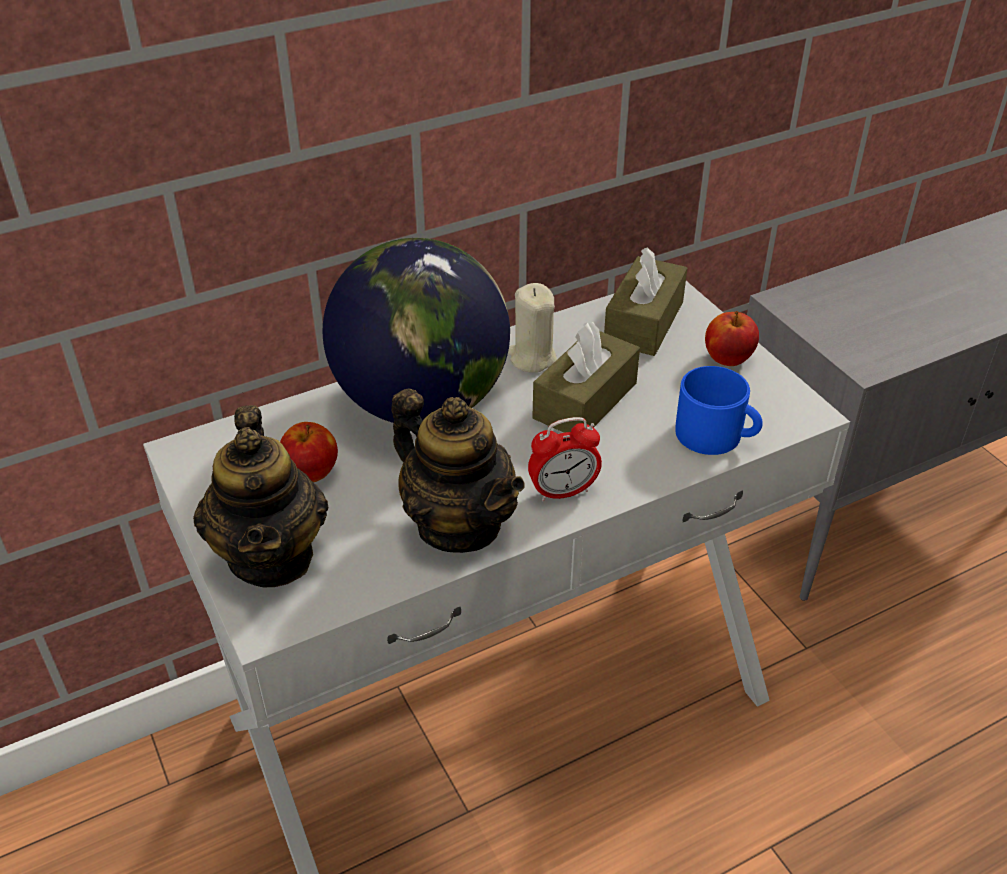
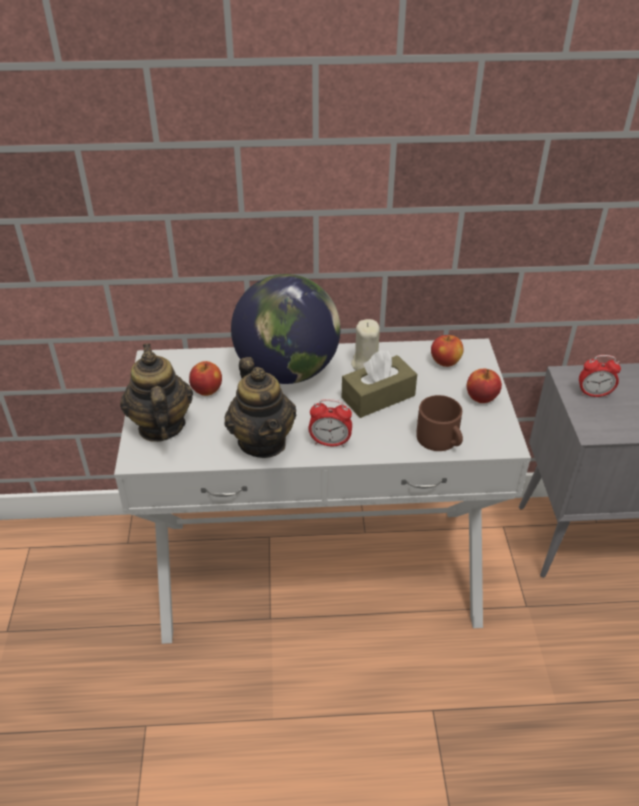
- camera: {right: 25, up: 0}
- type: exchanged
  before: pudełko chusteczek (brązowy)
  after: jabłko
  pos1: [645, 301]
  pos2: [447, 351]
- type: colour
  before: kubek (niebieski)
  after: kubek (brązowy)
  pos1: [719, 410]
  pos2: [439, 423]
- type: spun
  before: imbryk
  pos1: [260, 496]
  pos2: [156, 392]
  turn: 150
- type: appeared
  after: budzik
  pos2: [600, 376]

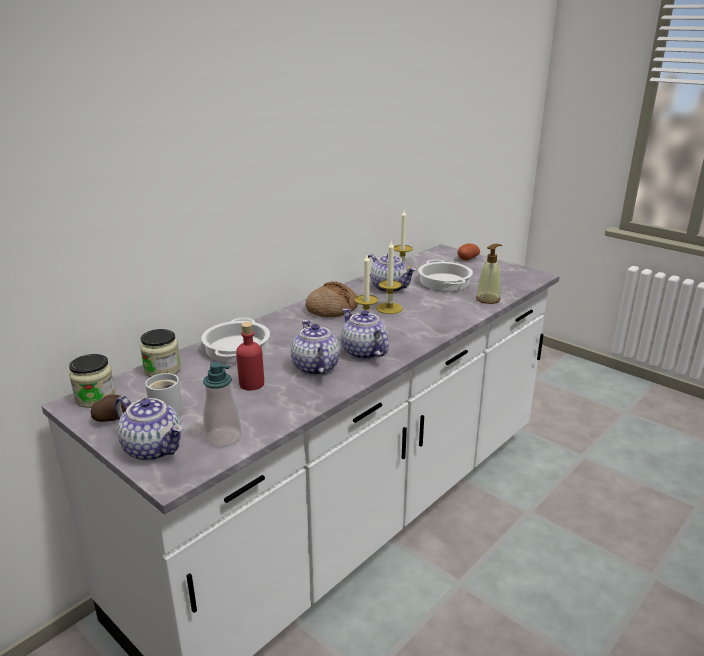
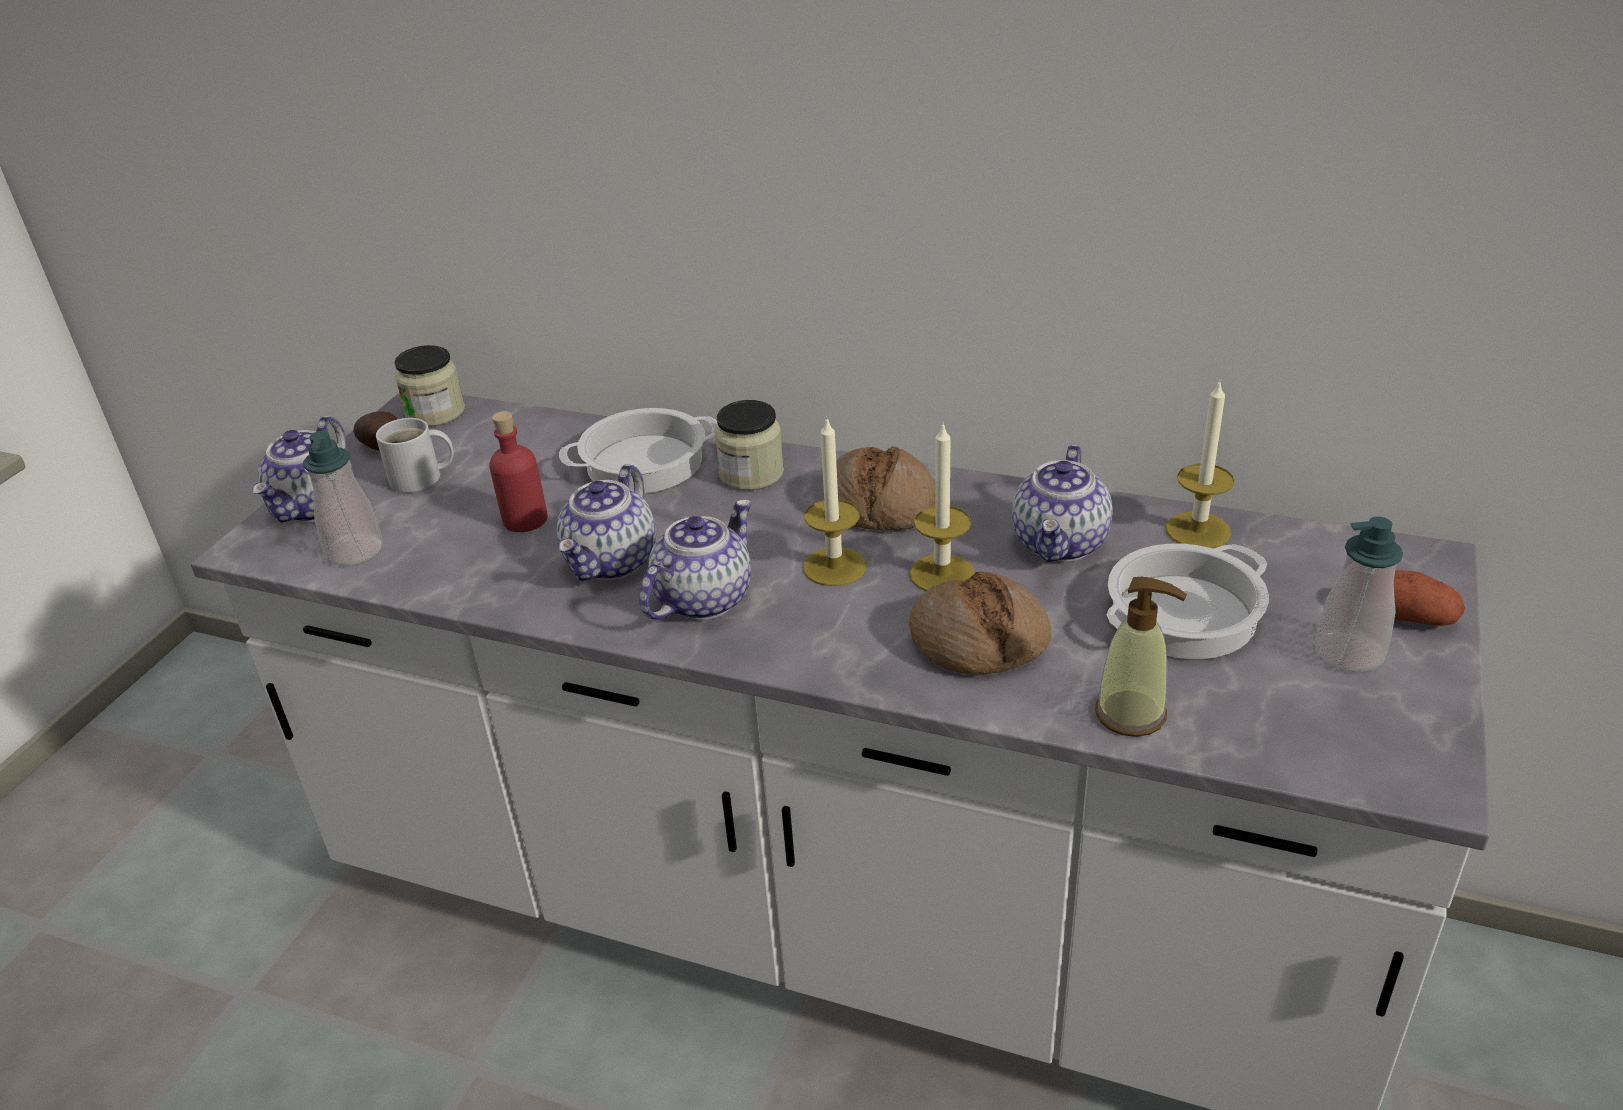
- camera: {right: 70, up: 10}
- type: spun
  before: imbryk
  pos1: [315, 348]
  pos2: [606, 522]
  turn: 150
- type: relocated
  before: słoik
  pos1: [160, 353]
  pos2: [749, 445]
- type: appeared
  after: dozownik mydła
  pos2: [1359, 594]
- type: appeared
  after: chleb
  pos2: [980, 623]

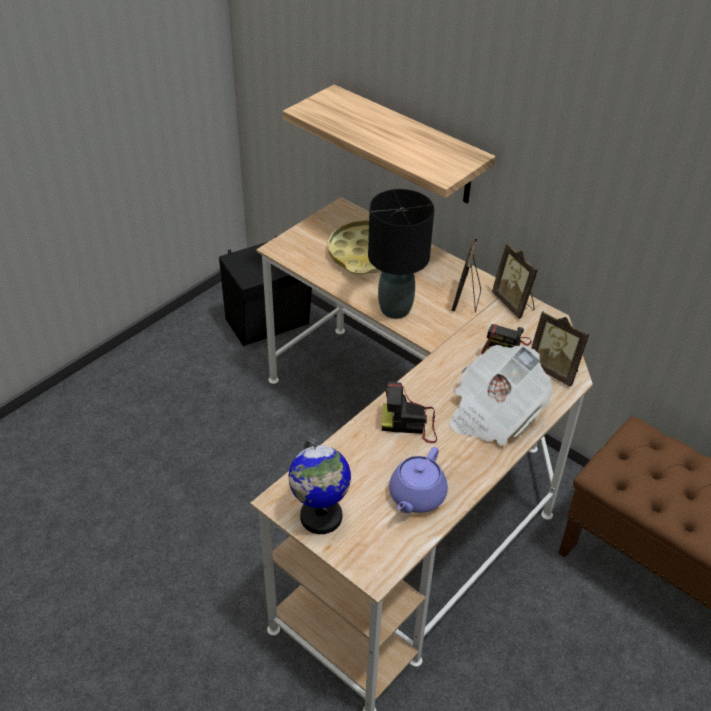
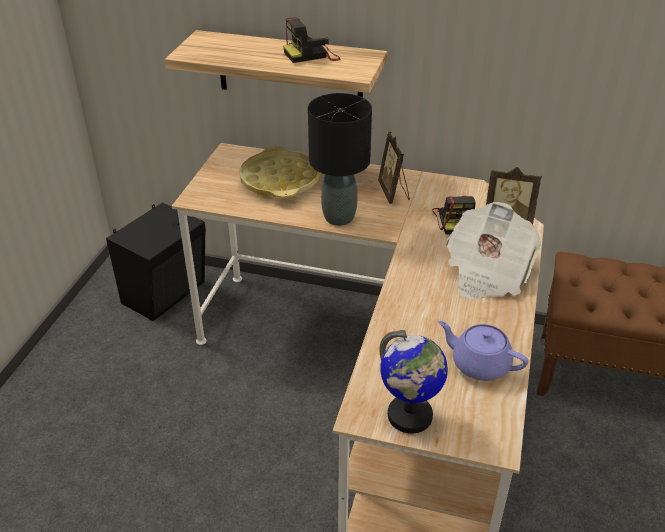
- camera: {right: -25, up: -5}
- type: missing
  before: ramka na zdjęcie
  pos1: [515, 281]
- type: relocated
  before: aparat fotograficzny
  pos1: [409, 412]
  pos2: [311, 40]
- type: spun
  before: imbryk (fioletowy)
  pos1: [418, 480]
  pos2: [483, 351]
  turn: 120

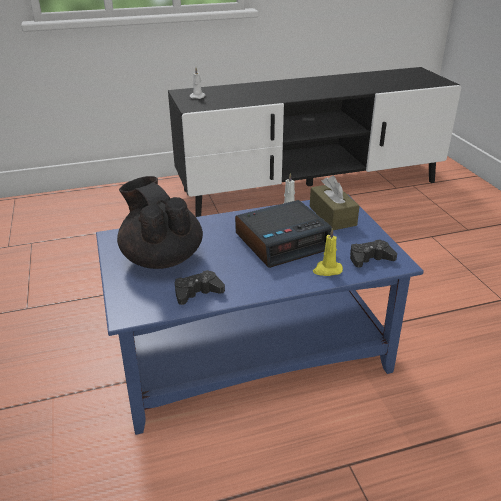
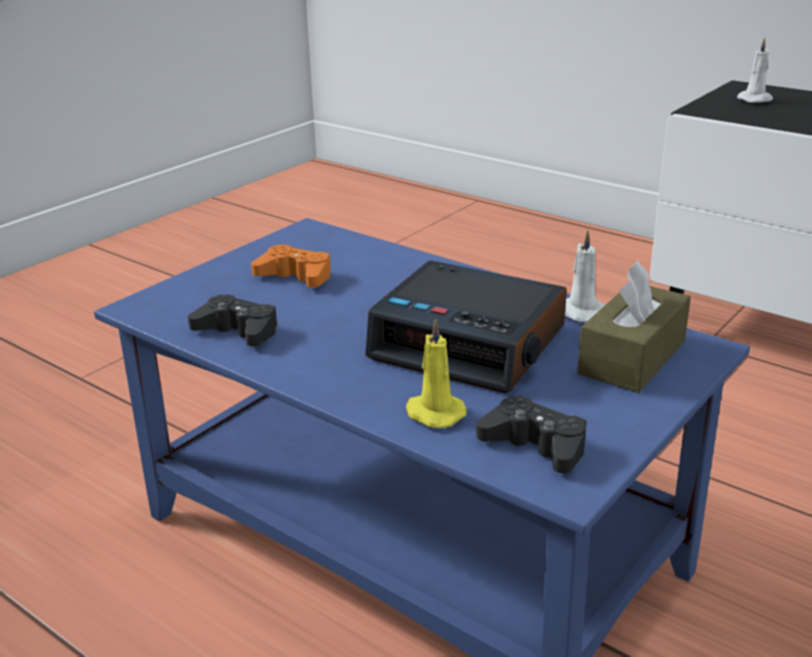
- camera: {right: 55, up: -5}
- type: exchanged
  before: imbryk (czarny)
  after: pad do gier (pomarańczowy)
  pos1: [160, 222]
  pos2: [291, 266]

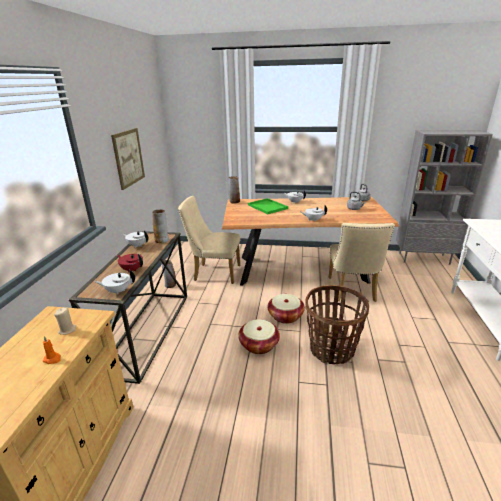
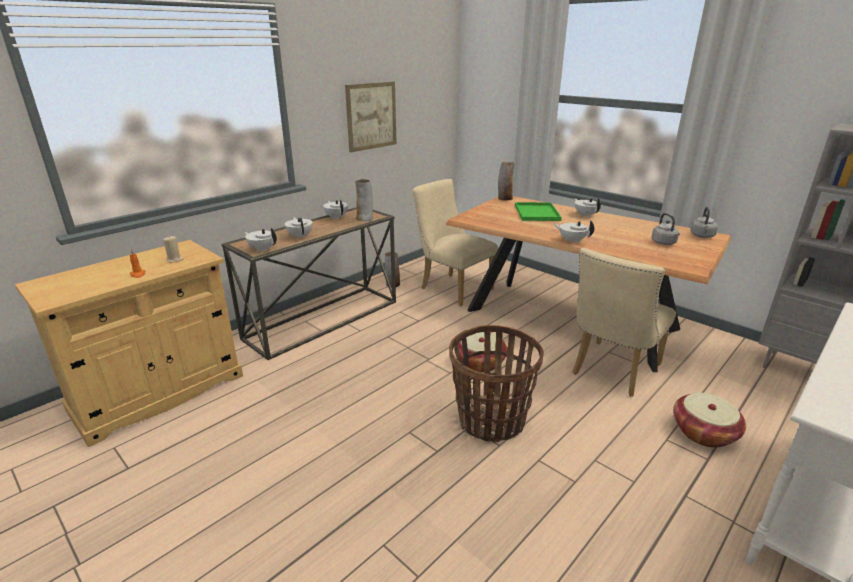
- camera: {right: 35, up: 0}
- type: colour
  before: imbryk (czerwony)
  after: imbryk (biały)
  pos1: [130, 263]
  pos2: [299, 228]
- type: relocated
  before: koszyk
  pos1: [259, 337]
  pos2: [709, 420]

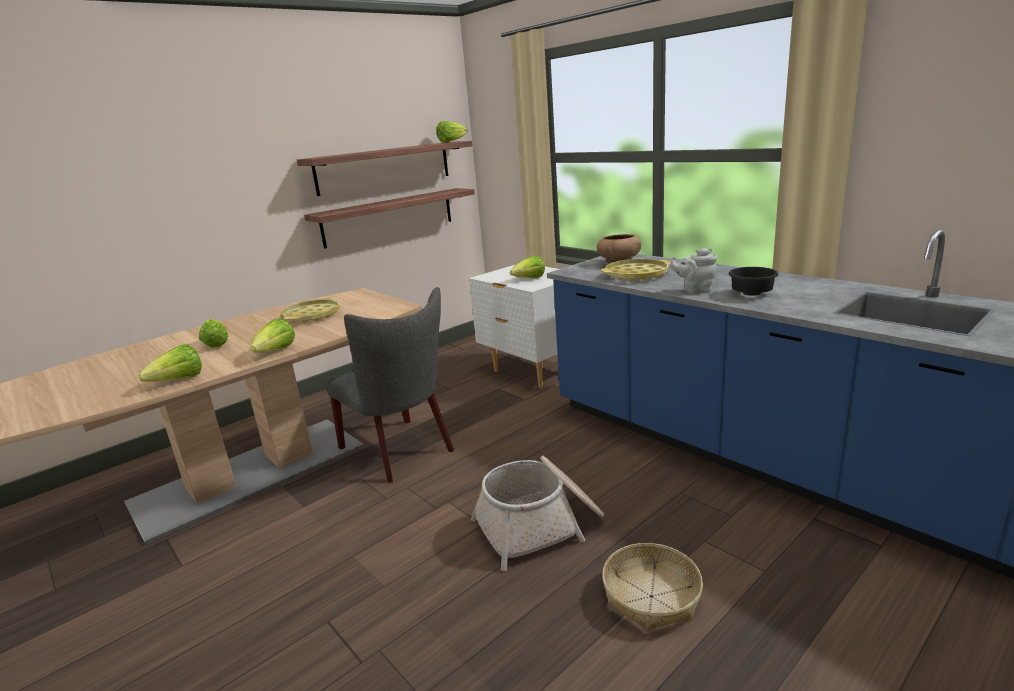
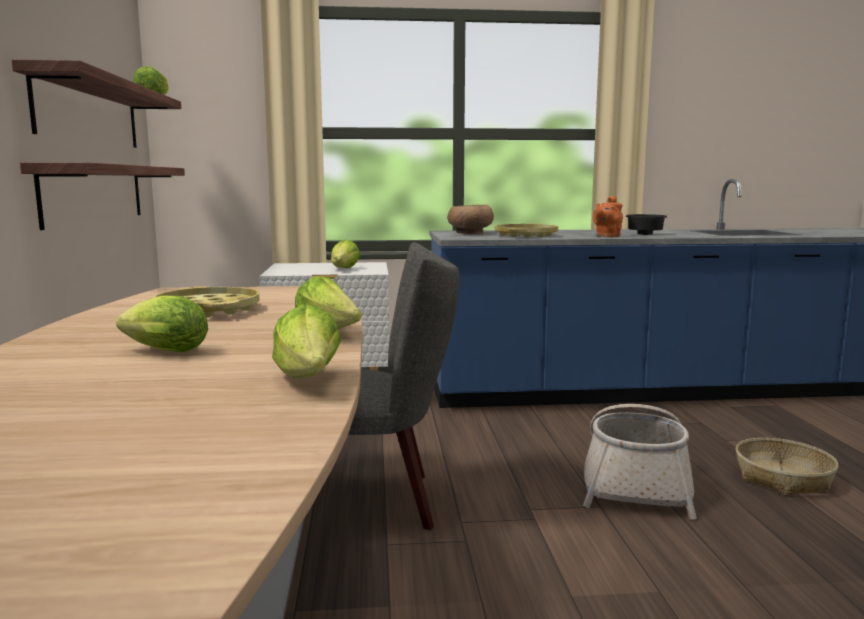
- camera: {right: -55, up: -10}
- type: colour
  before: imbryk (szary)
  after: imbryk (pomarańczowy)
  pos1: [693, 271]
  pos2: [608, 216]

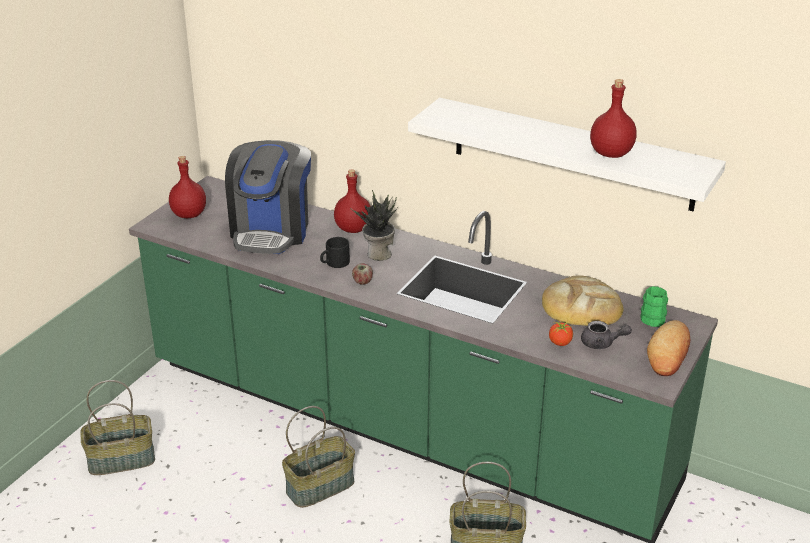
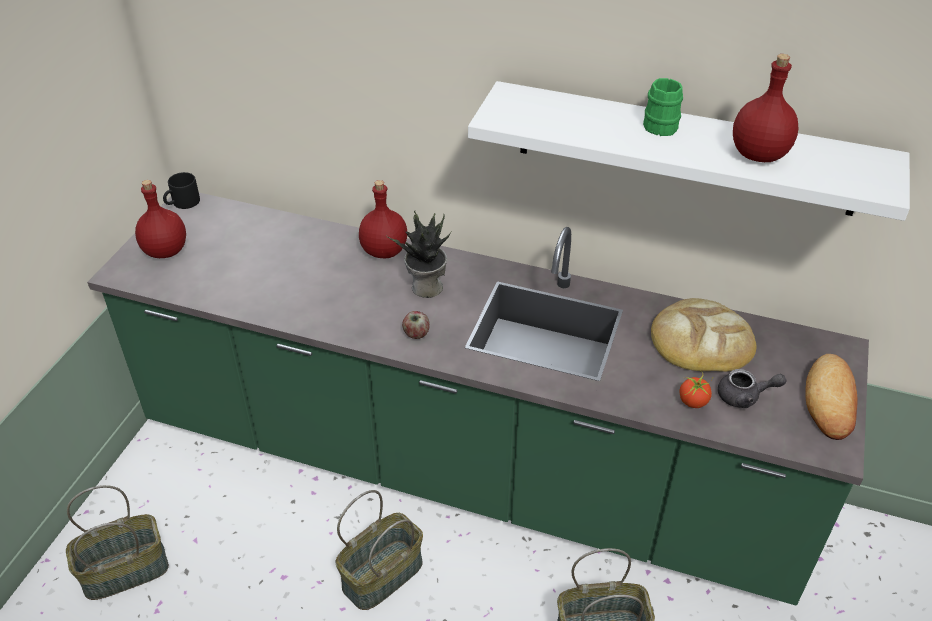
- camera: {right: -10, up: 10}
- type: missing
  before: ekspres do kawy
  pos1: [268, 197]
- type: relocated
  before: kubek (czarny)
  pos1: [335, 252]
  pos2: [181, 190]
- type: relocated
  before: kubek (zielony)
  pos1: [654, 306]
  pos2: [663, 107]

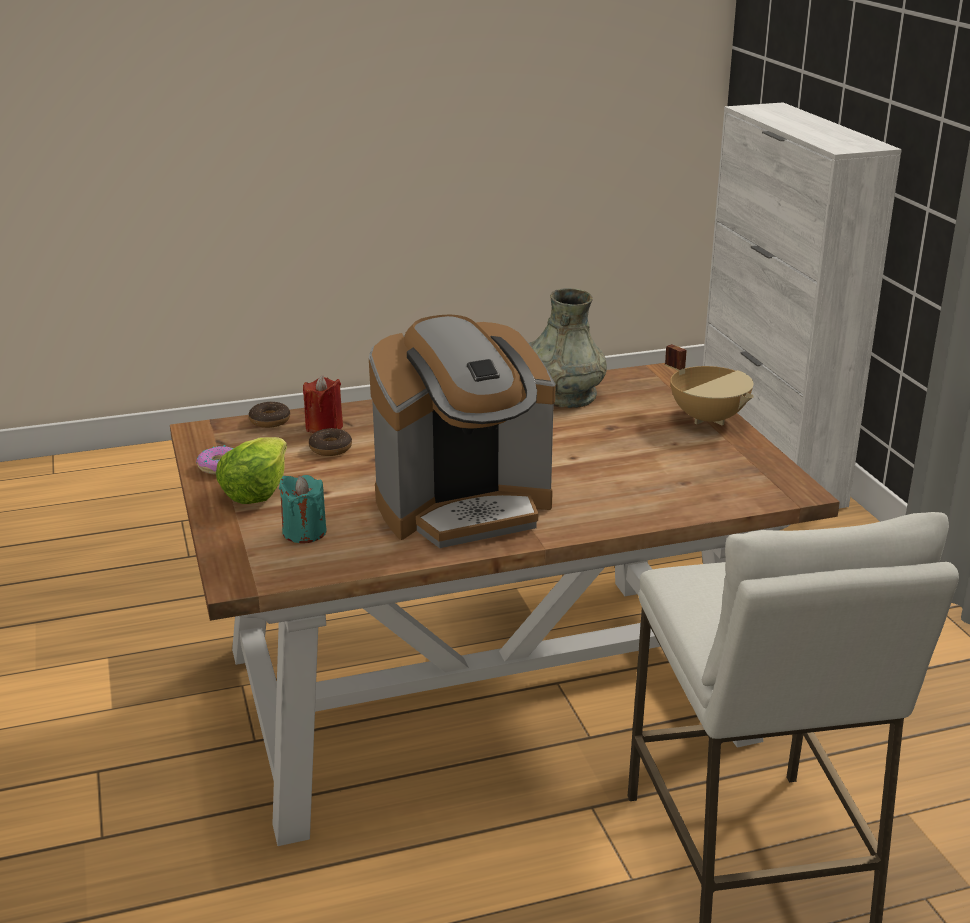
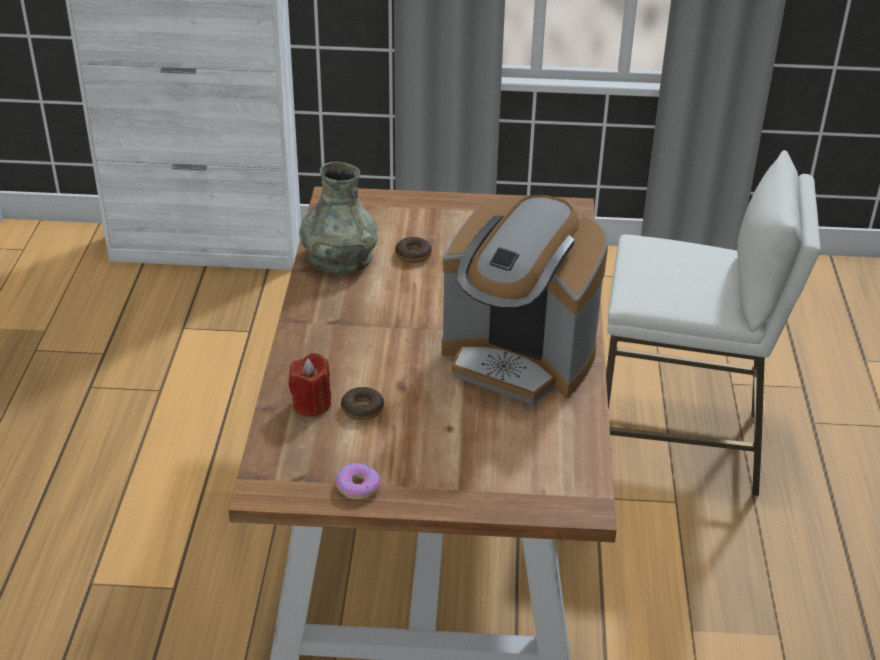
- camera: {right: -70, up: 10}
- type: spun
  before: ekspres do kawy
  pos1: [462, 431]
  pos2: [524, 300]
  turn: 120
- type: missing
  before: garnek (beżowy)
  pos1: [709, 384]
- type: relocated
  before: donut
  pos1: [269, 415]
  pos2: [413, 250]
- type: missing
  before: sałata
  pos1: [251, 470]
- type: missing
  before: świeca (turkusowy)
  pos1: [303, 509]

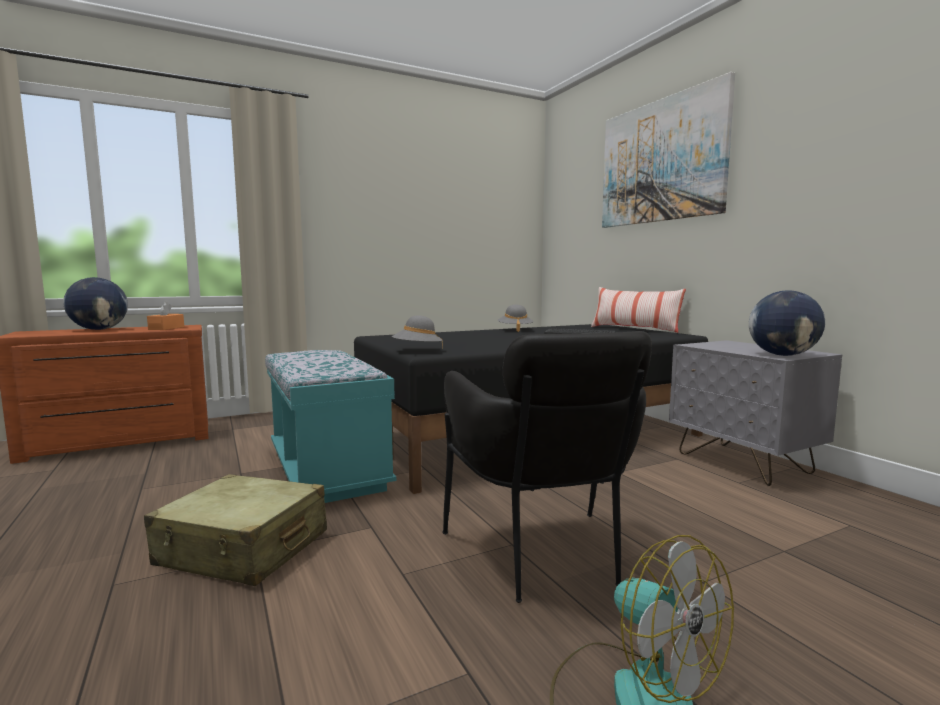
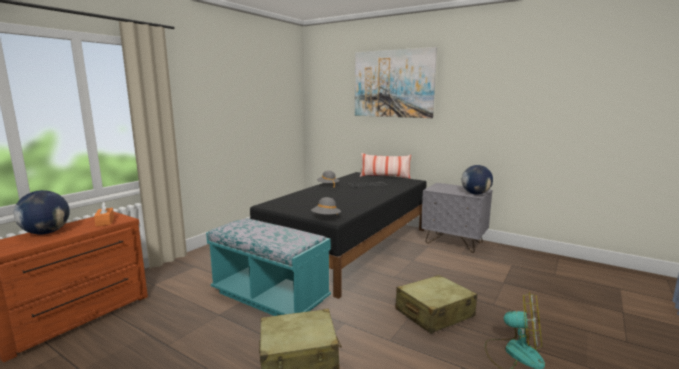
- camera: {right: -30, up: 5}
- type: exchanged
  before: fotel (czarny)
  after: walizka (beżowy)
  pos1: [547, 467]
  pos2: [436, 304]

